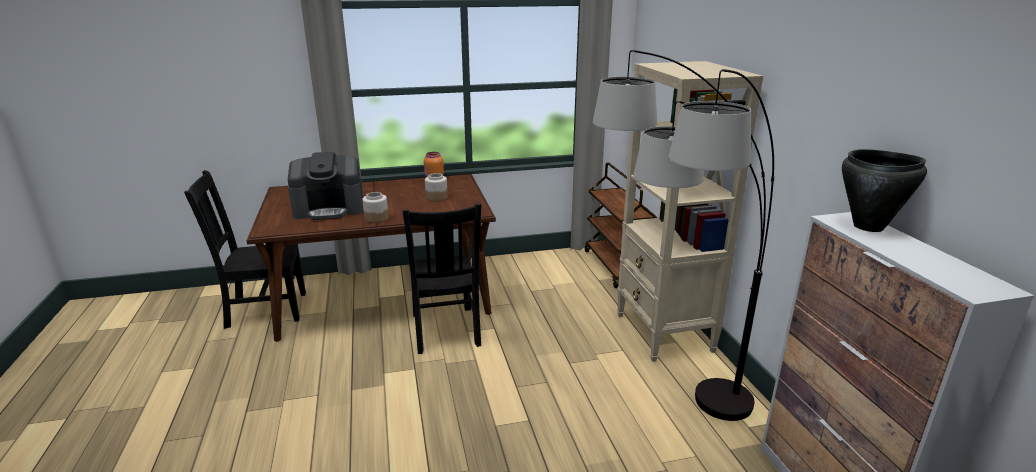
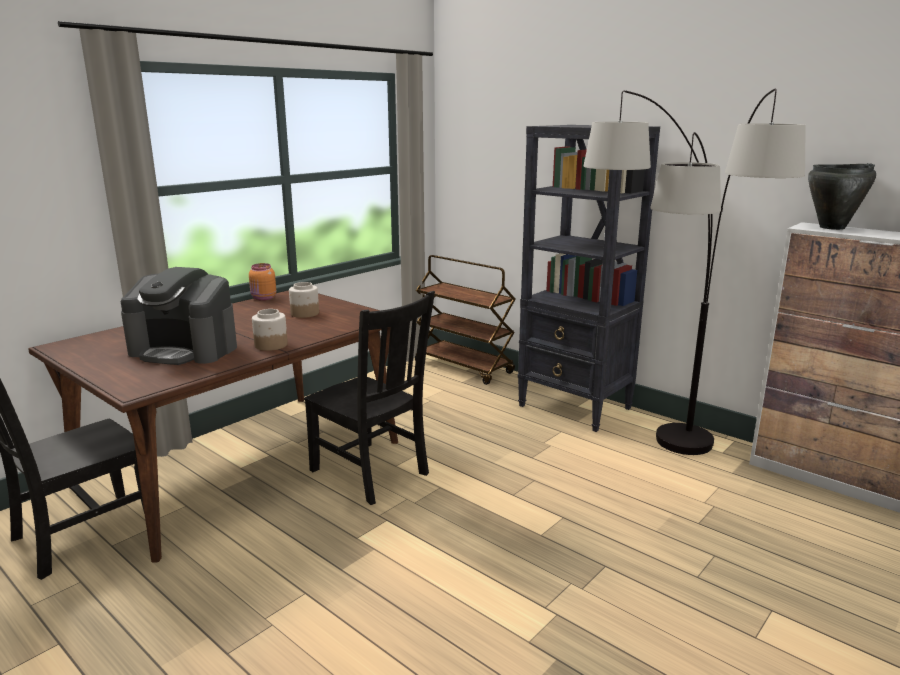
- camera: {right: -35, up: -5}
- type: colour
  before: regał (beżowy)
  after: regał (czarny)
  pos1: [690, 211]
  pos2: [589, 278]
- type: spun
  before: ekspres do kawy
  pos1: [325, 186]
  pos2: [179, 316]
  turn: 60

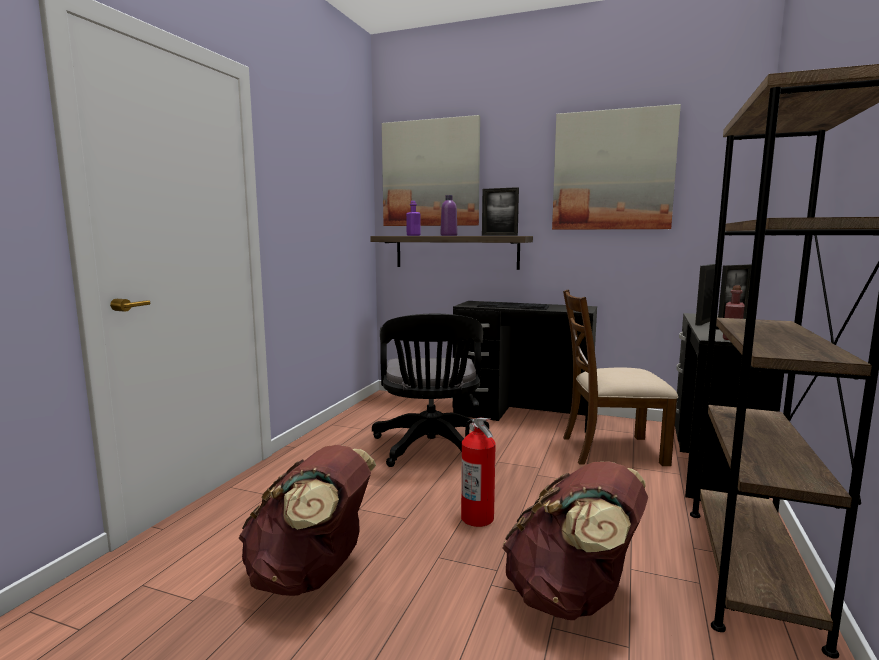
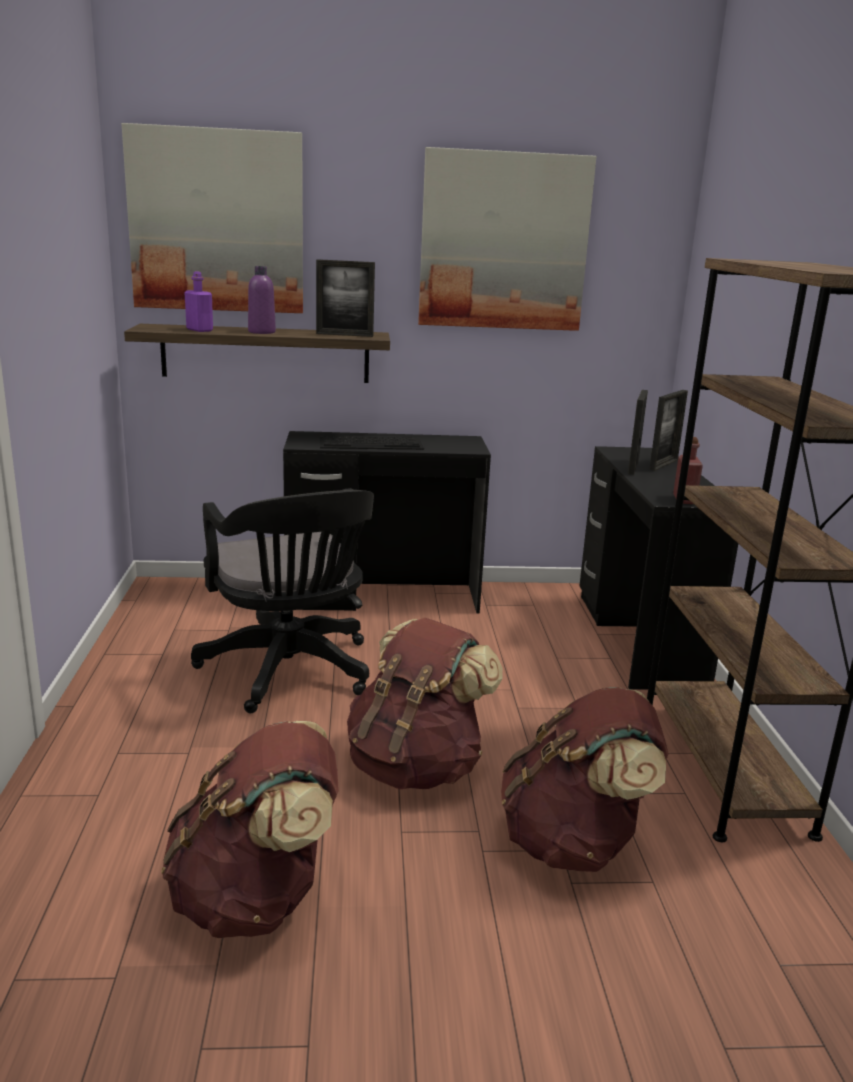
- camera: {right: -25, up: 10}
- type: missing
  before: krzesło (brązowy)
  pos1: [620, 378]
- type: exchanged
  before: gaśnica
  after: plecak (brązowy)
  pos1: [478, 472]
  pos2: [425, 703]

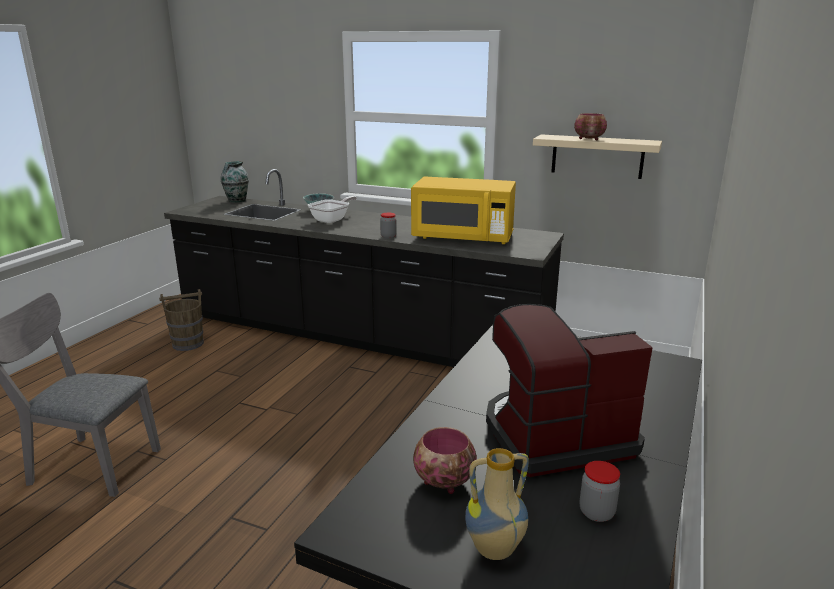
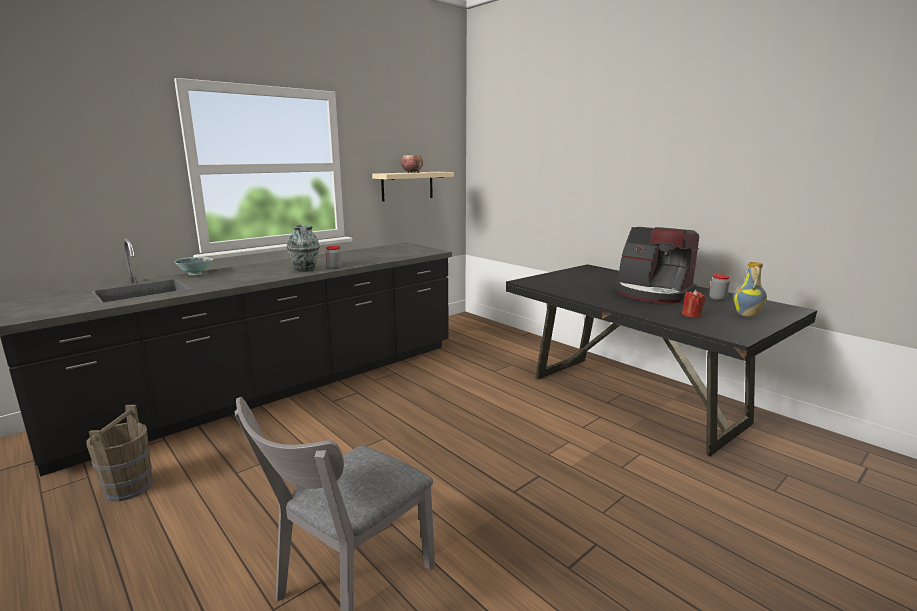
- camera: {right: -65, up: -5}
- type: relocated
  before: wazon
  pos1: [235, 182]
  pos2: [303, 248]
- type: missing
  before: mikrofalówka (żółty)
  pos1: [463, 210]
- type: missing
  before: patelnia
  pos1: [332, 209]
- type: spun
  before: ekspres do kawy
  pos1: [569, 390]
  pos2: [657, 265]
  turn: -60
- type: exchanged
  before: miska
  after: świeca (czerwony)
  pos1: [445, 460]
  pos2: [693, 304]

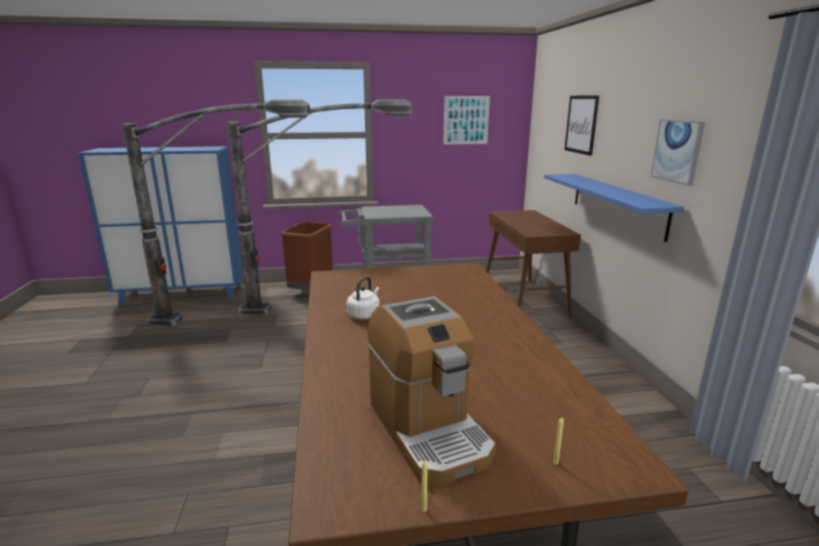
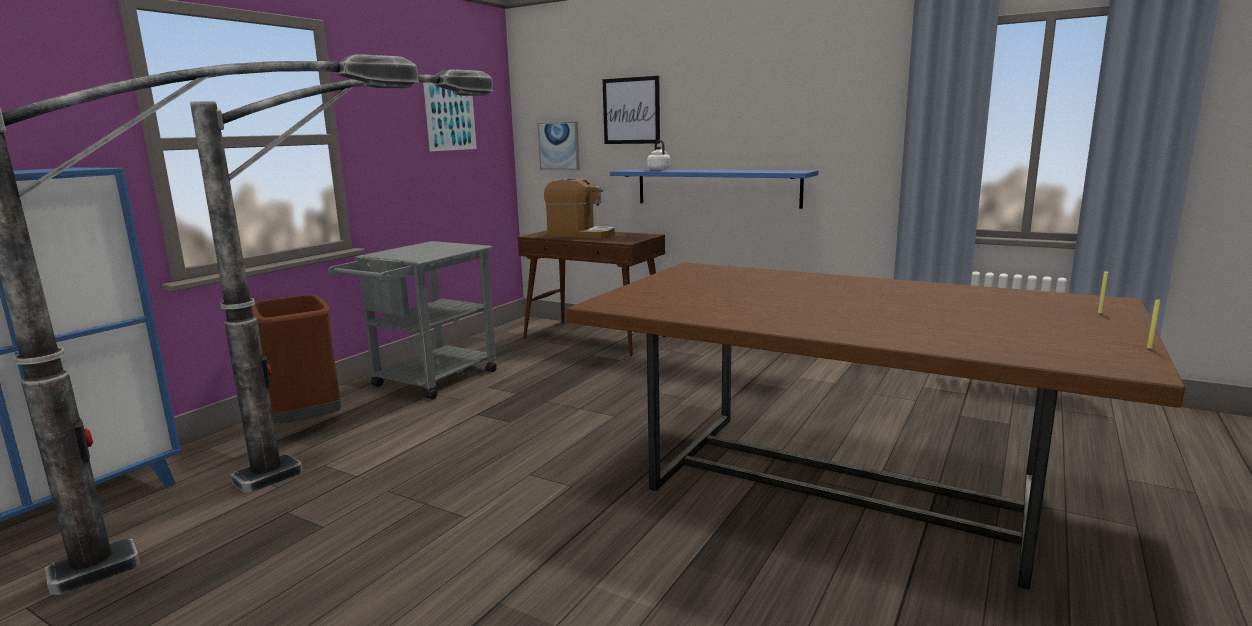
- camera: {right: -50, up: -5}
- type: relocated
  before: obraz
  pos1: [678, 152]
  pos2: [559, 146]
- type: relocated
  before: czajnik (biały)
  pos1: [363, 298]
  pos2: [659, 155]
- type: relocated
  before: ekspres do kawy
  pos1: [432, 390]
  pos2: [579, 208]

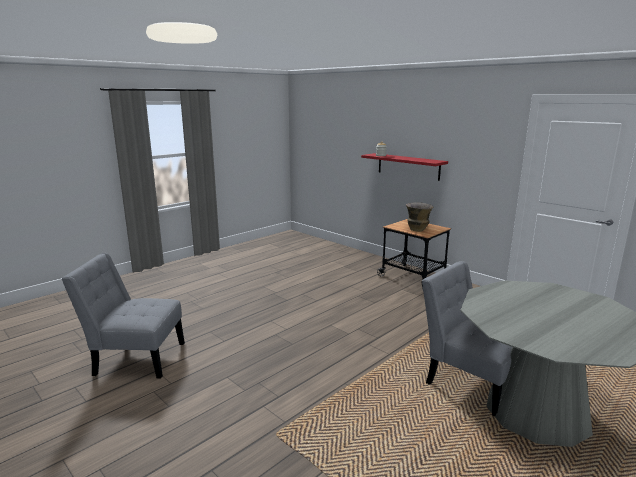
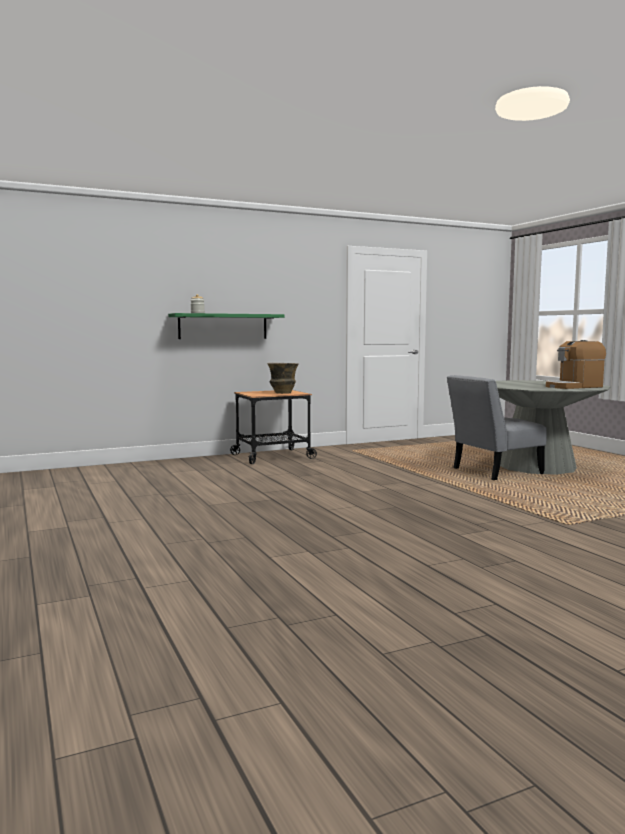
- camera: {right: -70, up: -10}
- type: colour
  before: półka (czerwony)
  after: półka (zielony)
  pos1: [404, 167]
  pos2: [226, 326]
- type: missing
  before: krzesło (szary)
  pos1: [123, 316]
- type: appeared
  after: ekspres do kawy
  pos2: [576, 364]

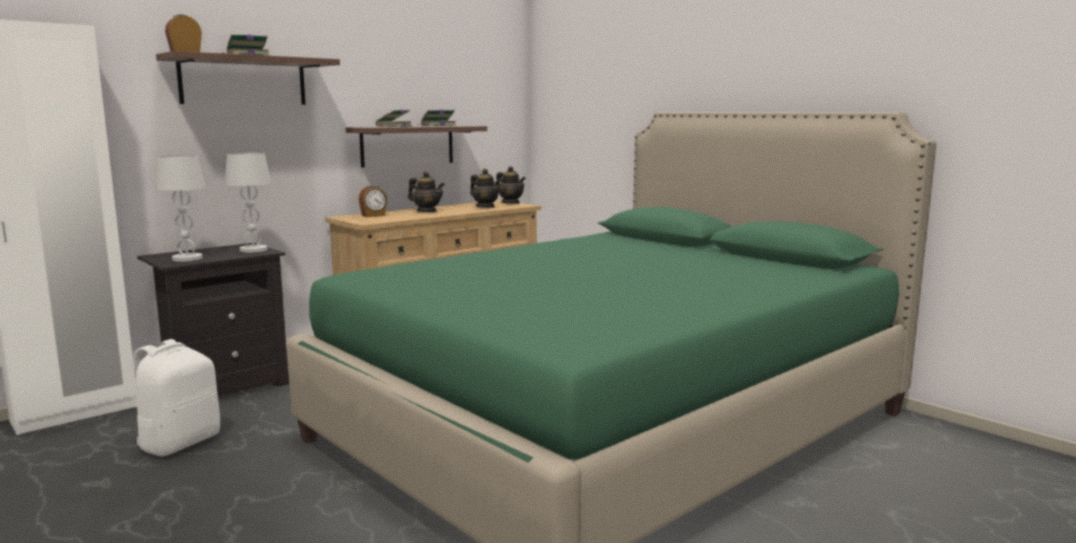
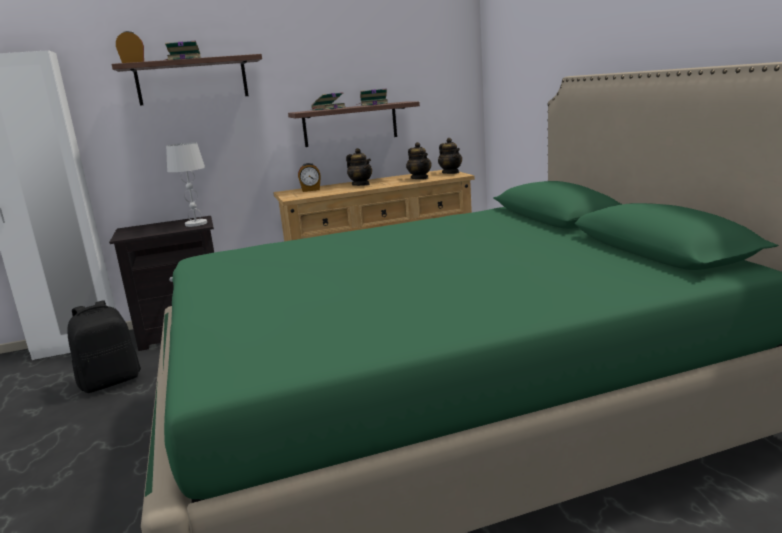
- camera: {right: 25, up: 5}
- type: missing
  before: lampa stołowa (biały)
  pos1: [180, 208]
- type: colour
  before: plecak (biały)
  after: plecak (czarny)
  pos1: [177, 397]
  pos2: [104, 347]

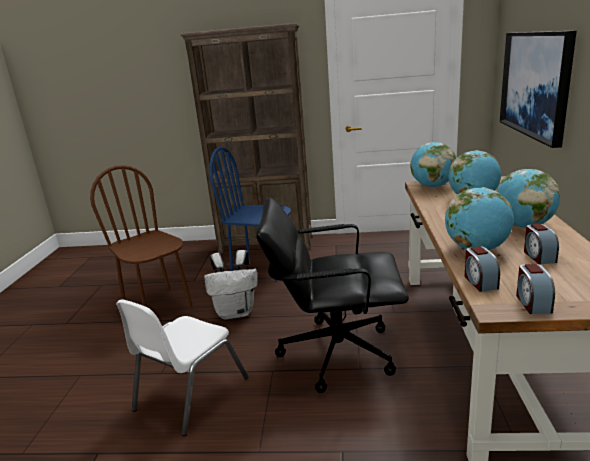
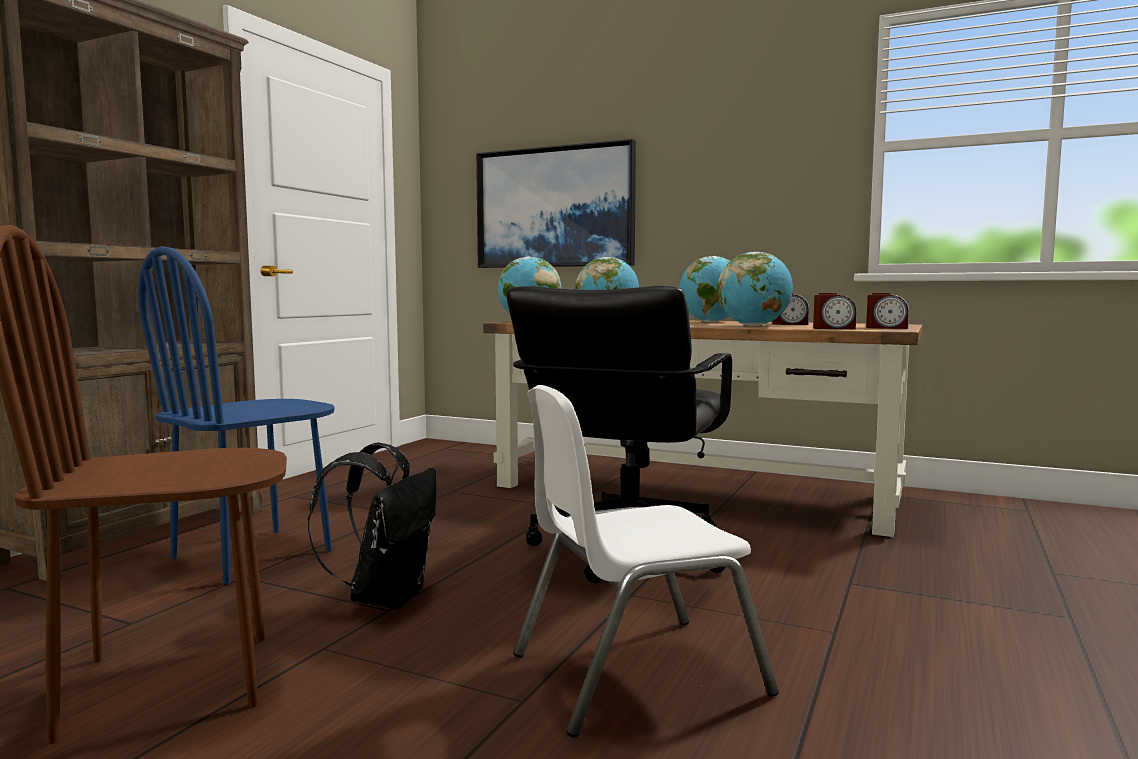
- camera: {right: -70, up: -15}
- type: colour
  before: plecak (biały)
  after: plecak (czarny)
  pos1: [231, 285]
  pos2: [371, 525]
- type: spun
  before: krzesło (biały)
  pos1: [182, 368]
  pos2: [646, 561]
  turn: 105

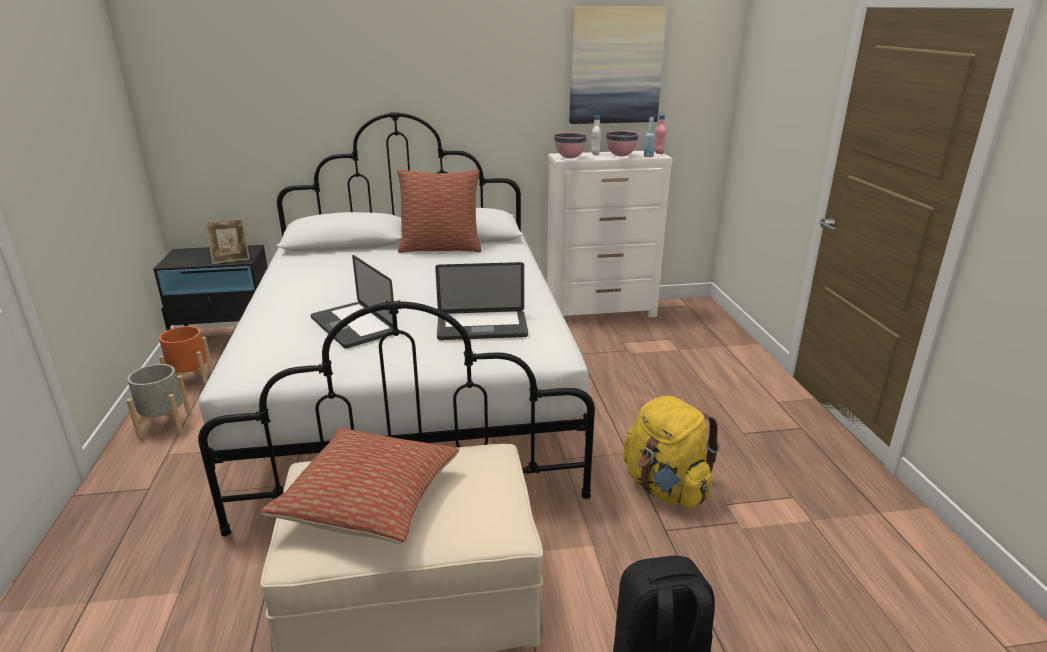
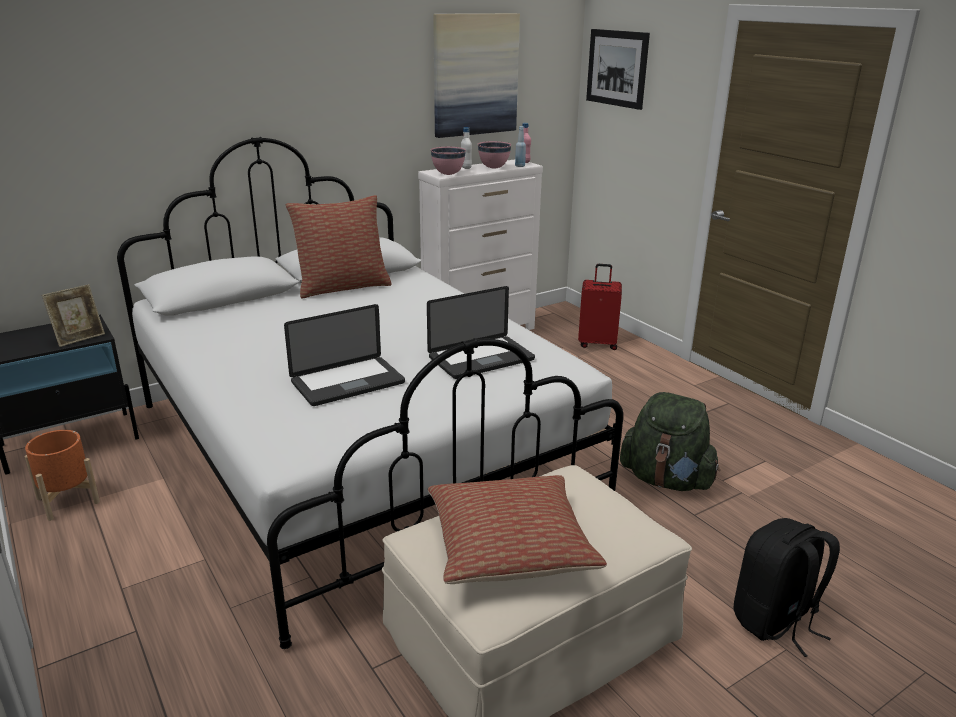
- camera: {right: -25, up: 0}
- type: spun
  before: laptop
  pos1: [352, 301]
  pos2: [344, 355]
  turn: -60
- type: missing
  before: donica (szary)
  pos1: [158, 402]
- type: colour
  before: plecak (żółty)
  after: plecak (zielony)
  pos1: [671, 452]
  pos2: [670, 441]
- type: appeared
  after: obraz
  pos2: [618, 69]
- type: appeared
  after: walizka (czerwony)
  pos2: [600, 307]

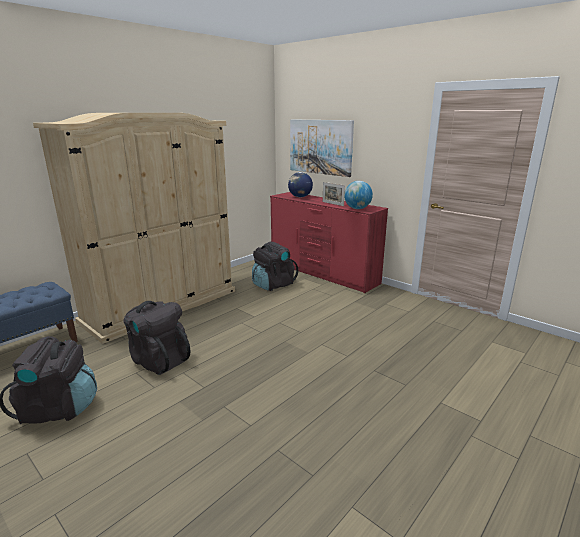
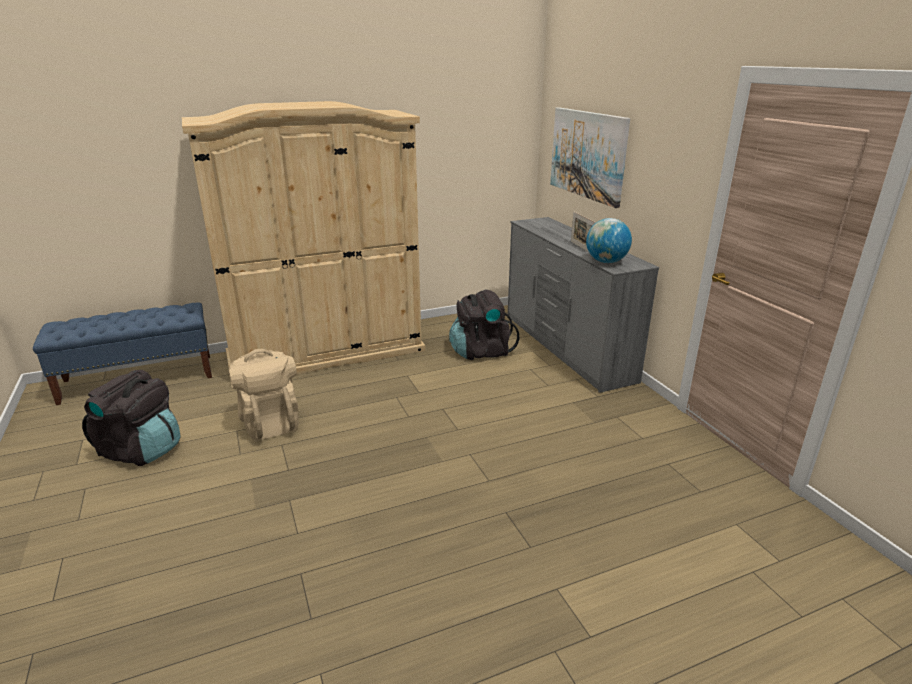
- camera: {right: 25, up: 5}
- type: missing
  before: globus
  pos1: [300, 184]
- type: colour
  before: komoda (czerwony)
  after: komoda (szary)
  pos1: [329, 242]
  pos2: [583, 305]
- type: colour
  before: plecak (czarny)
  after: plecak (beżowy)
  pos1: [156, 338]
  pos2: [263, 395]

